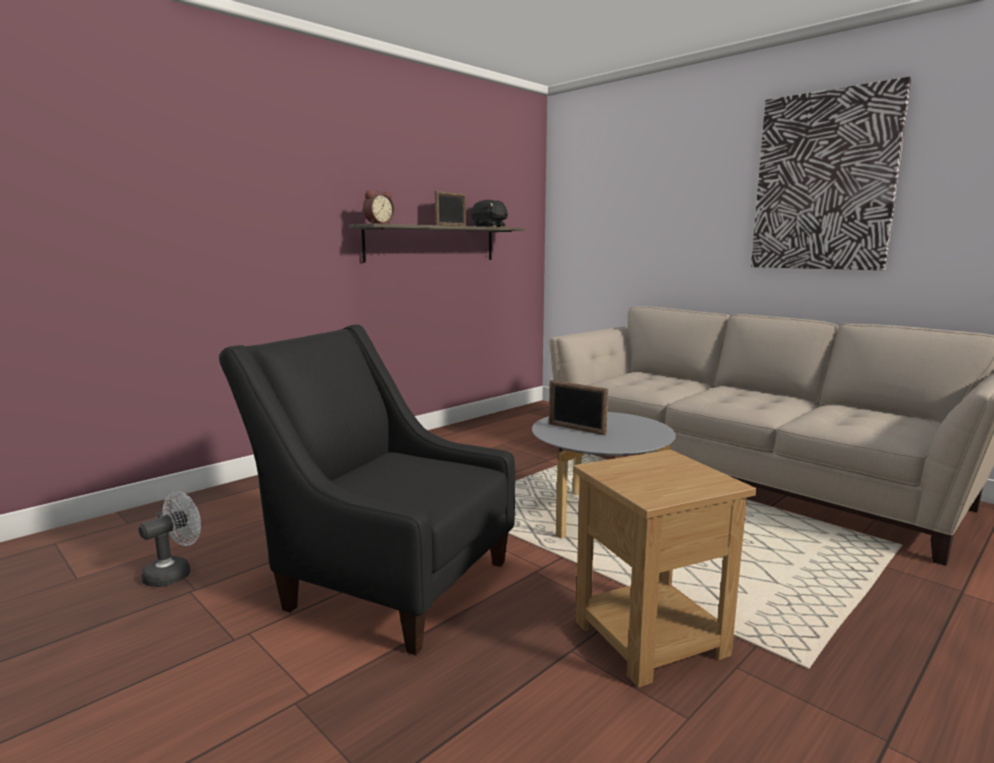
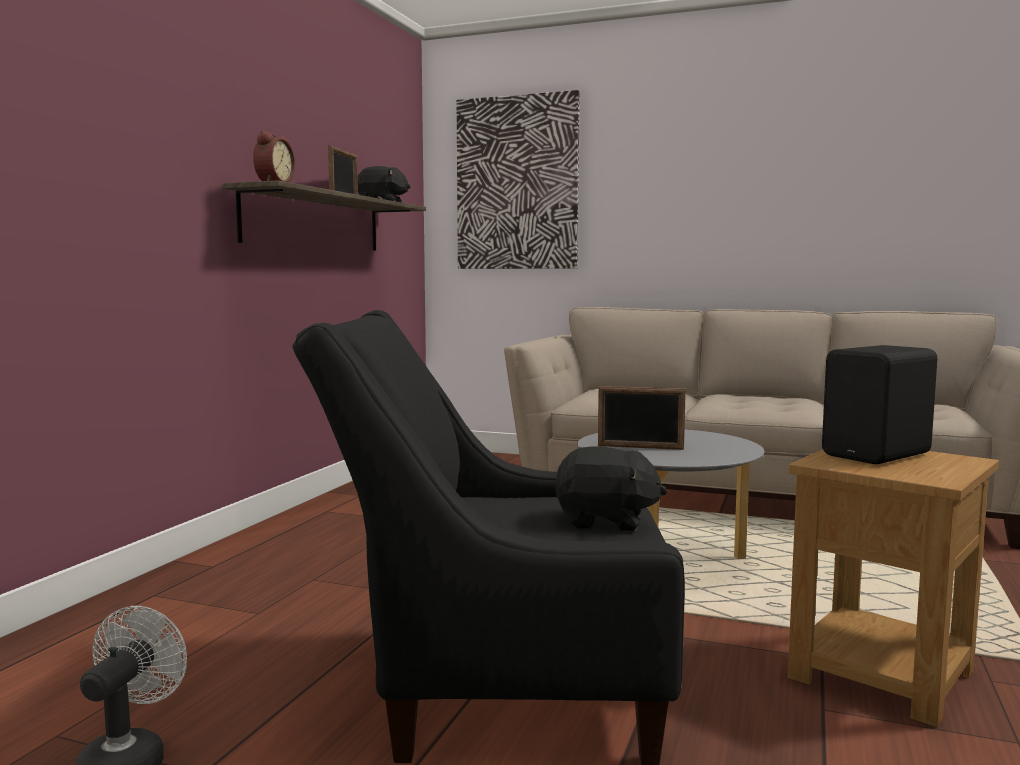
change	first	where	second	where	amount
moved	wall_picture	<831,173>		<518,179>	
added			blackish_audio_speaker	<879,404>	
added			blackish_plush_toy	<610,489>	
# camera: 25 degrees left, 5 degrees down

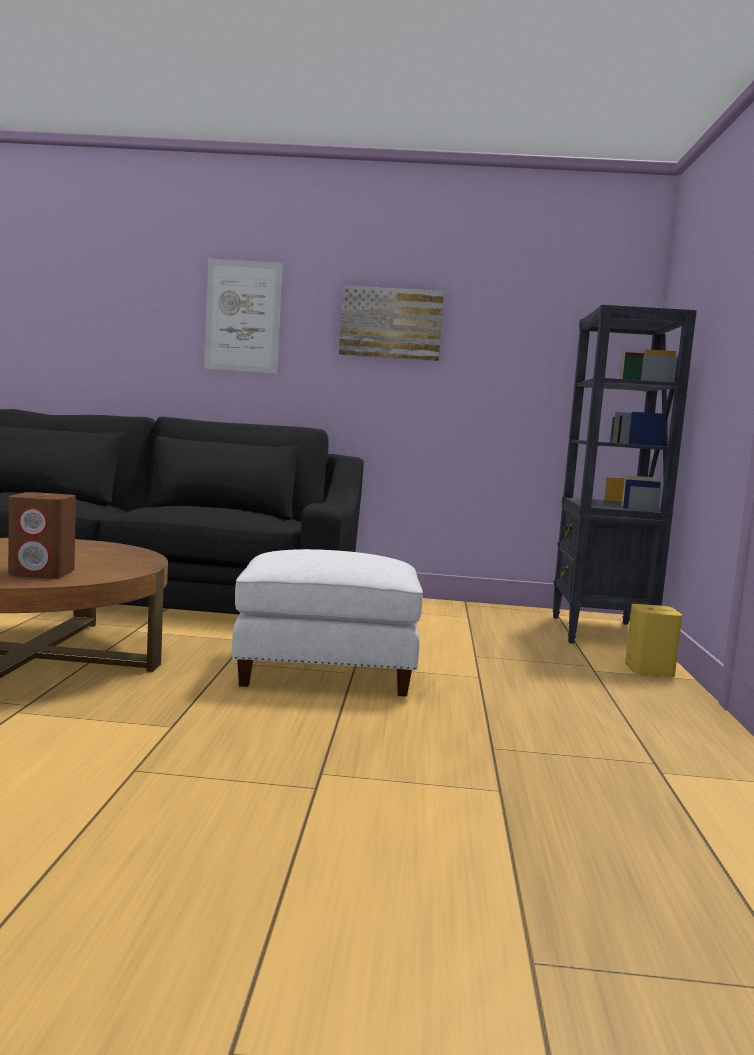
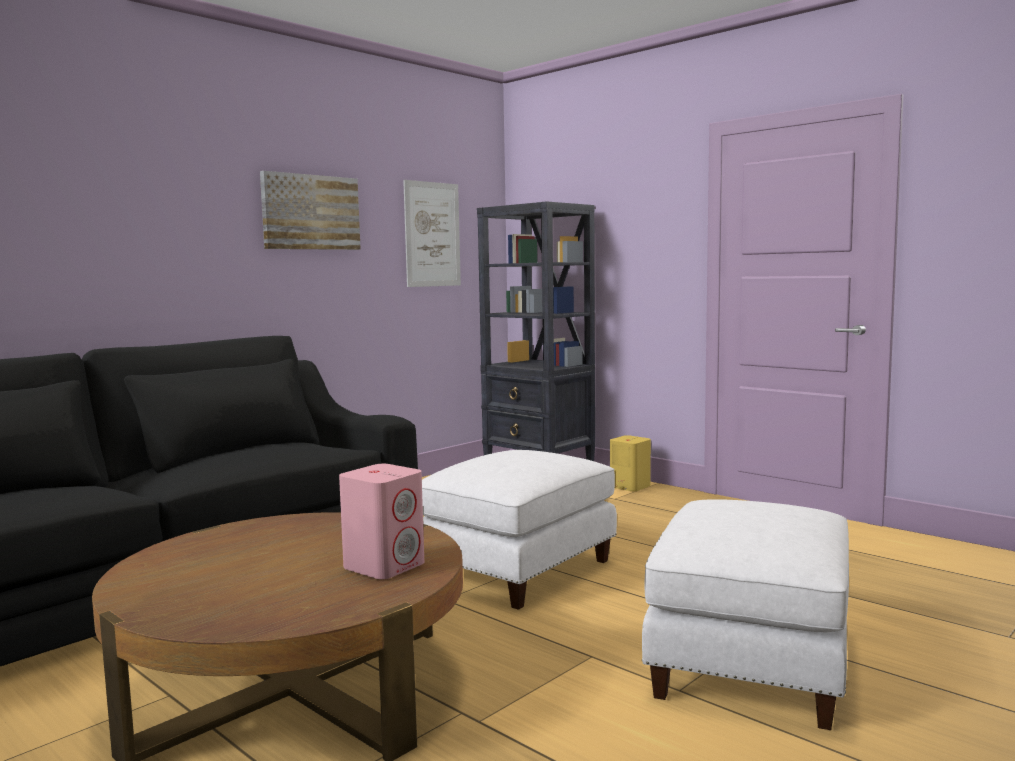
change	first	where	second	where	amount
moved	wall_picture	<243,316>		<432,233>	
recoloured	brown_audio_speaker	<42,535>	pinkish_audio_speaker	<381,521>	
added			white_pouffe	<745,614>	
# camera: 50 degrees left, 0 degrees up

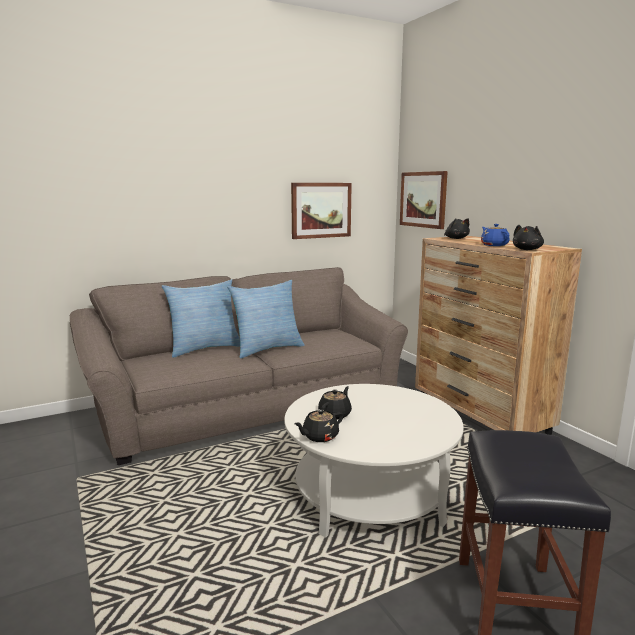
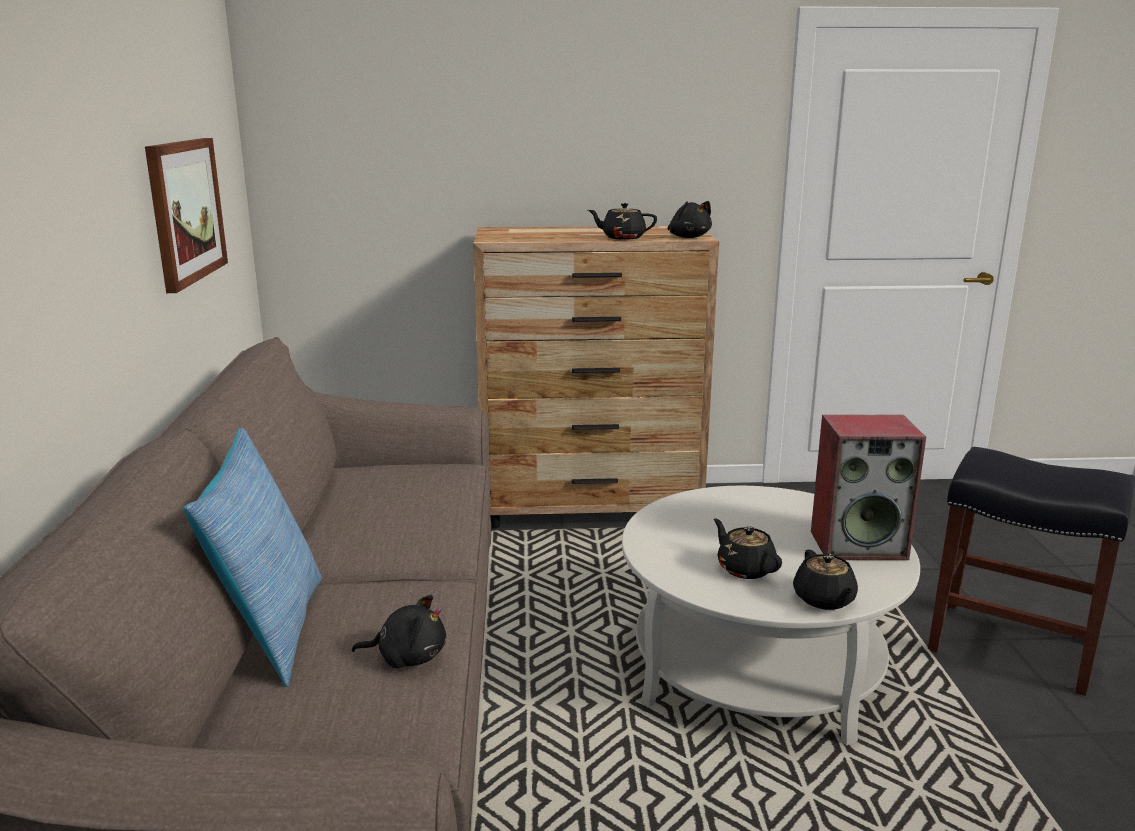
change	first	where	second	where	amount
removed	wall_picture	<424,200>			
moved	blackish_plush_toy	<457,228>		<399,631>	
recoloured	blue_pot_for_tea	<495,235>	blackish_pot_for_tea	<622,221>	
removed	pillow	<266,319>			
added			audio_speaker	<868,487>	
# camera: 65 degrees left, 5 degrees up

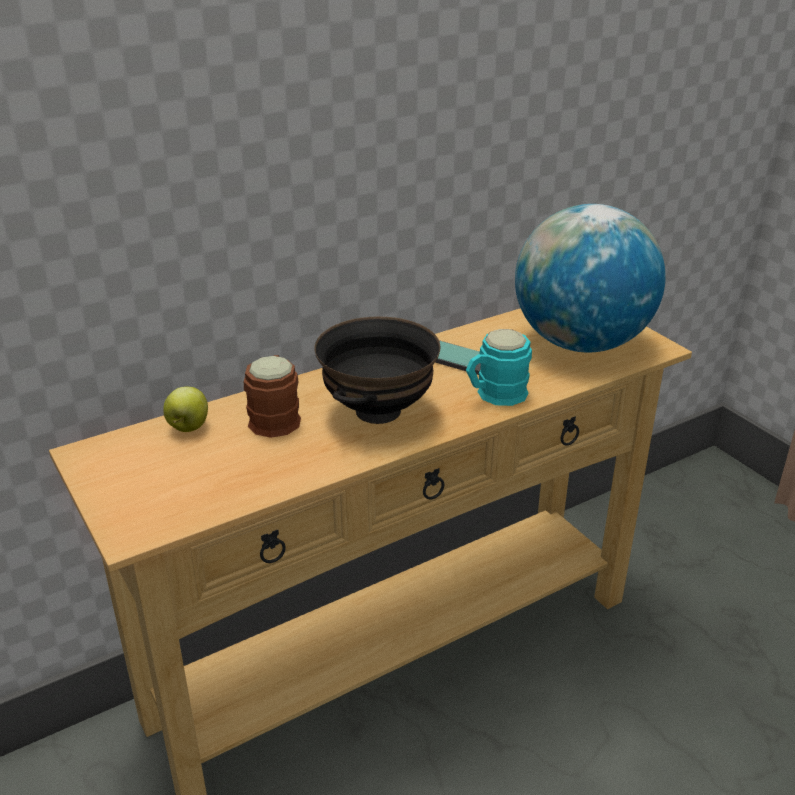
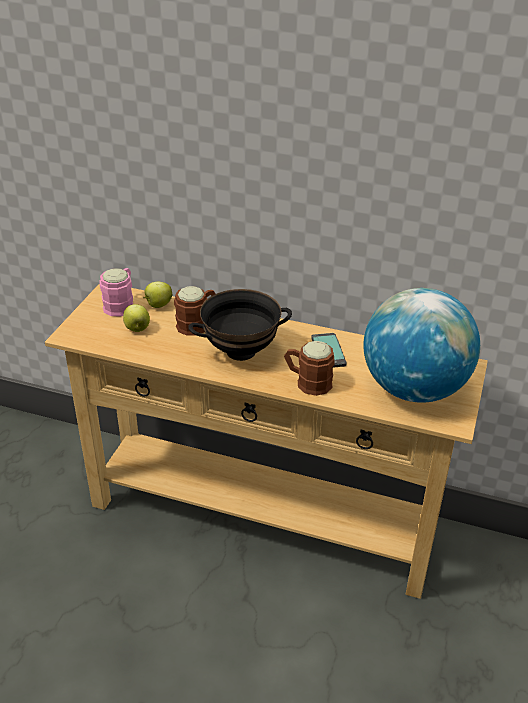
change	first	where	second	where	amount
recoloured	blue-green_coffee_mug	<499,367>	brown_coffee_mug	<309,368>	
added			pinkish_coffee_mug	<116,292>	
added			whole_apple	<136,318>	
# camera: 50 degrees right, 5 degrees up

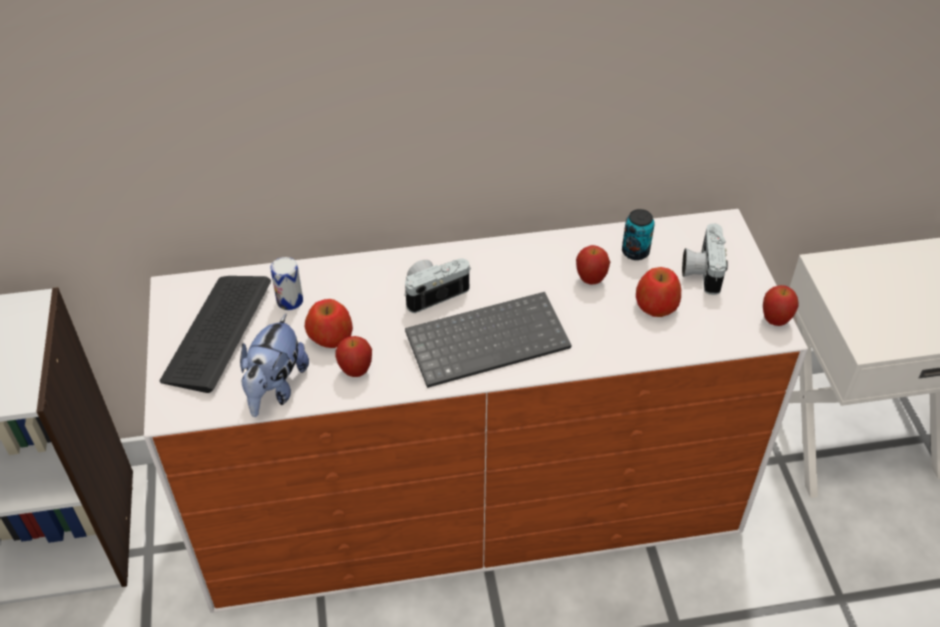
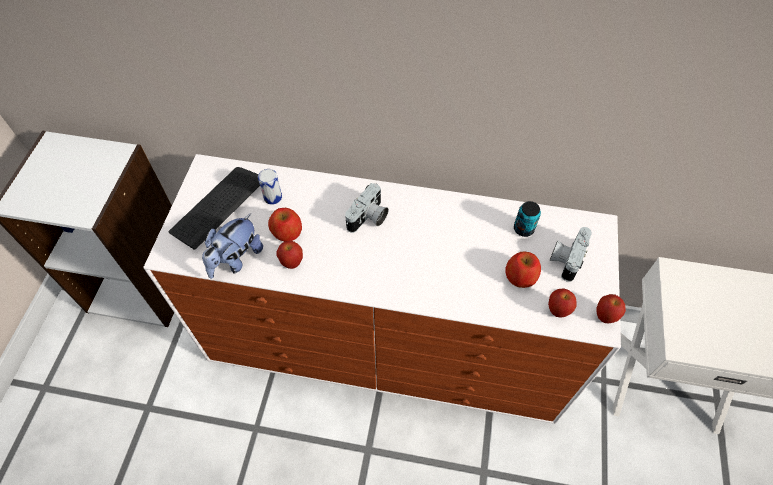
change	first	where	second	where	amount
moved	whole_apple	<593,265>		<562,303>	
turned	still_camera	<437,285>		<367,208>	135 degrees clockwise
removed	PC_keyboard	<488,340>			
# camera: 20 degrees right, 10 degrees up

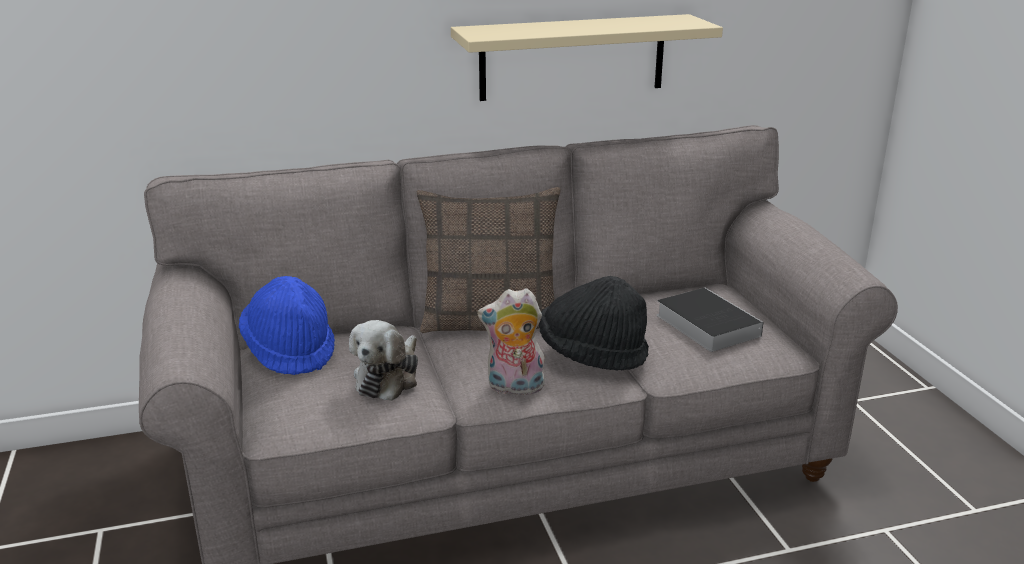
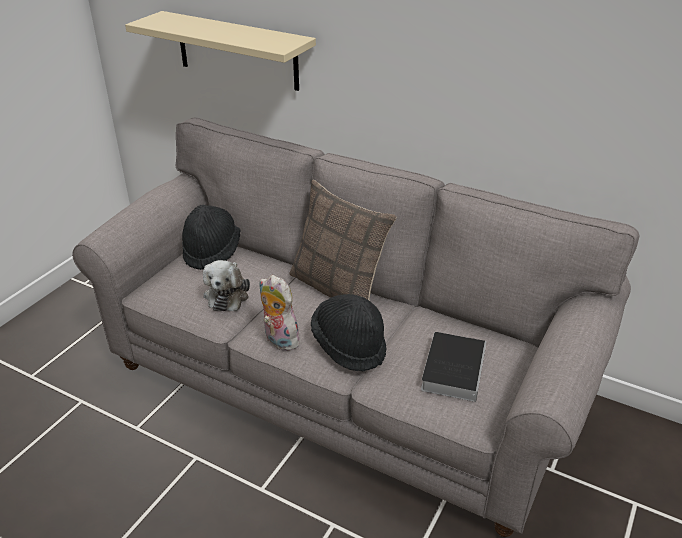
change	first	where	second	where	amount
moved	beige_bracket_shelf	<587,57>		<220,51>	
recoloured	blue_wearable_hat	<287,325>	blackish_wearable_hat	<211,237>	
turned	plush_toy	<383,360>		<226,285>	60 degrees counterclockwise
# camera: 45 degrees right, 10 degrees up

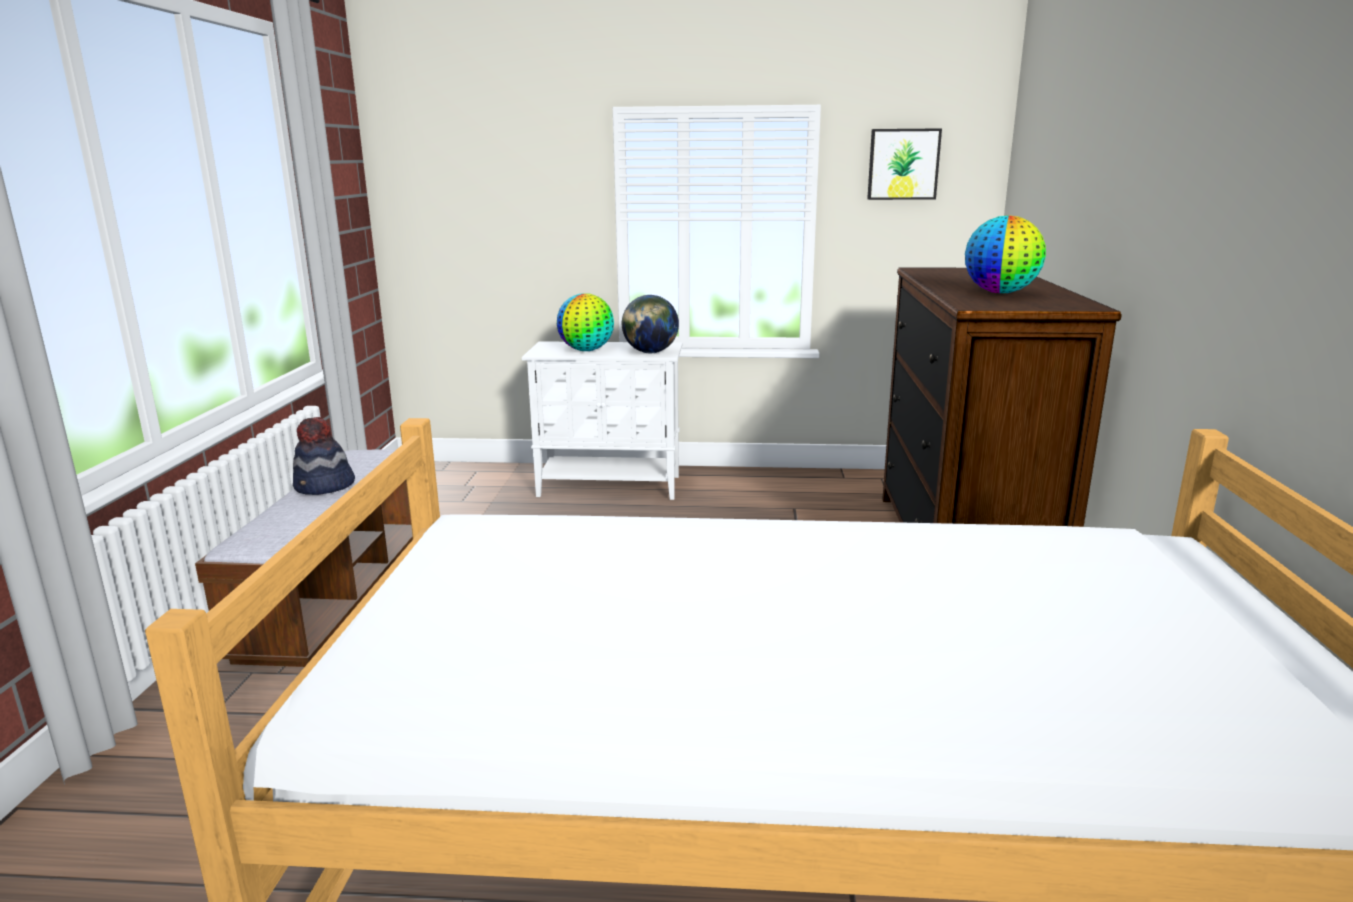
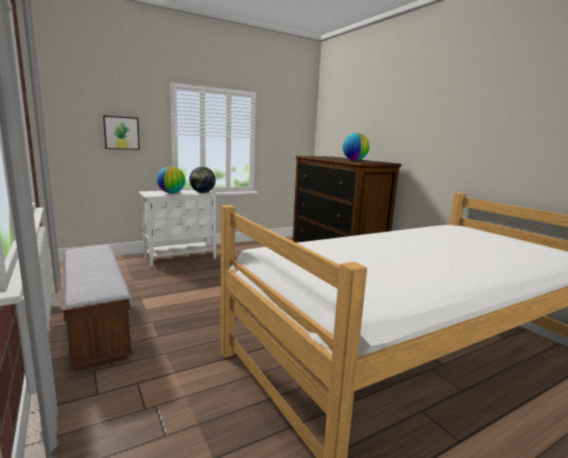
change	first	where	second	where	amount
moved	wall_picture	<904,164>		<121,133>	
removed	wearable_hat	<324,456>			
# camera: 35 degrees left, 5 degrees down

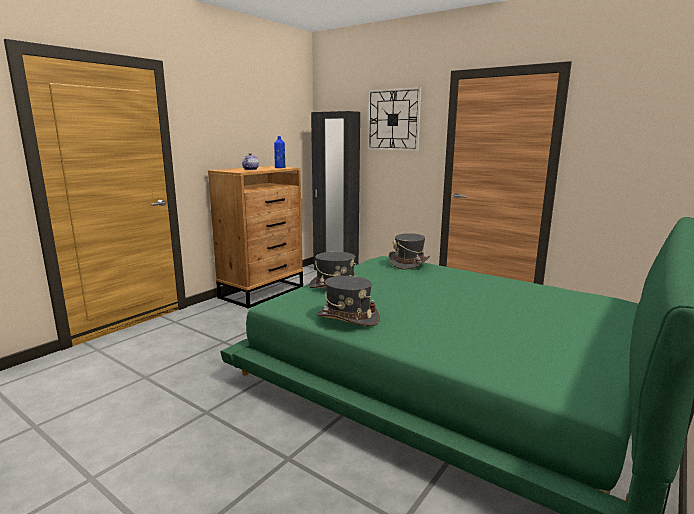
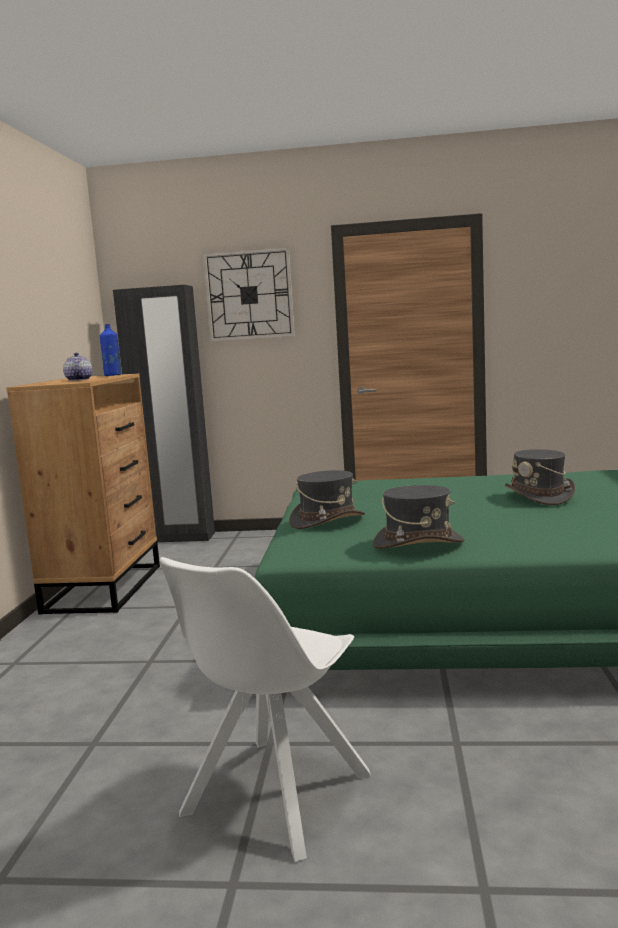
change	first	where	second	where	amount
moved	gray_wearable_hat	<409,251>		<540,477>	
added			white_plain_chair	<265,709>	
# camera: 30 degrees left, 5 degrees down

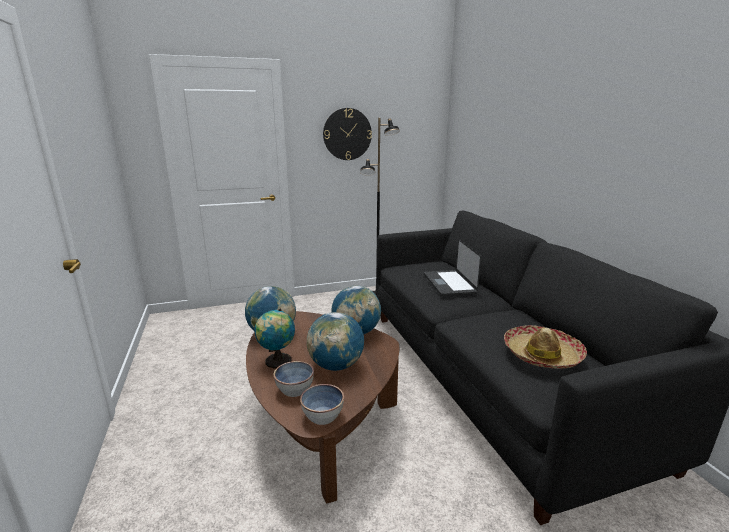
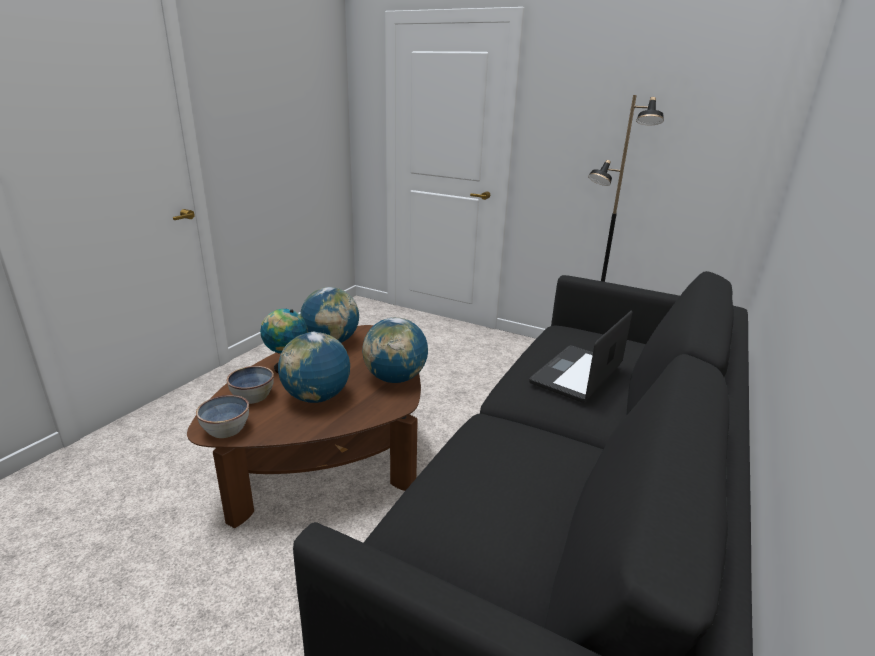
change	first	where	second	where	amount
removed	hanging_clock	<347,134>			
removed	wearable_hat	<545,347>			
# camera: 45 degrees right, 5 degrees up

